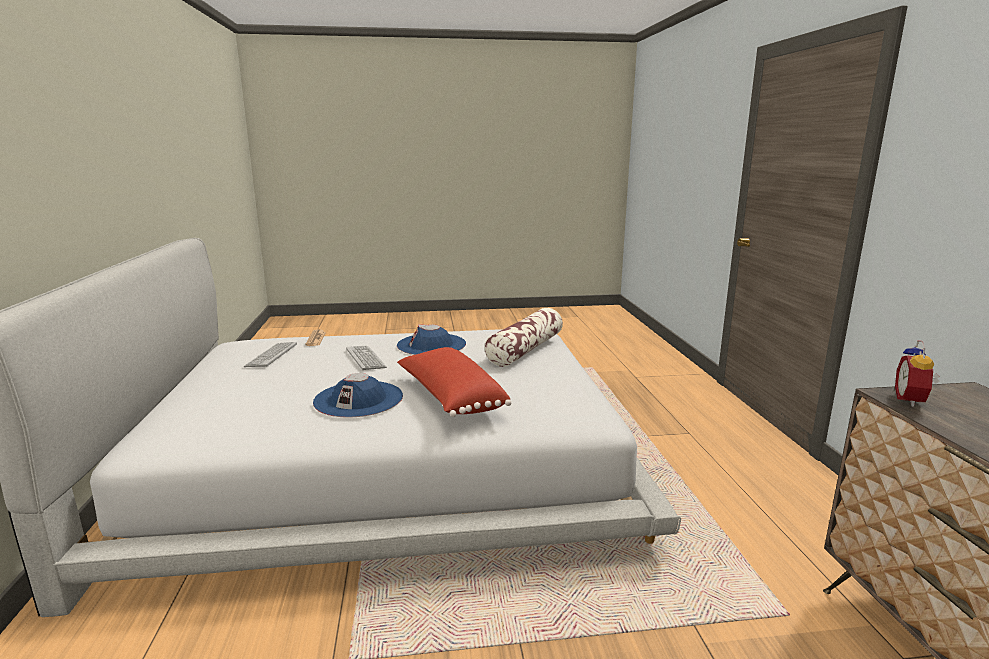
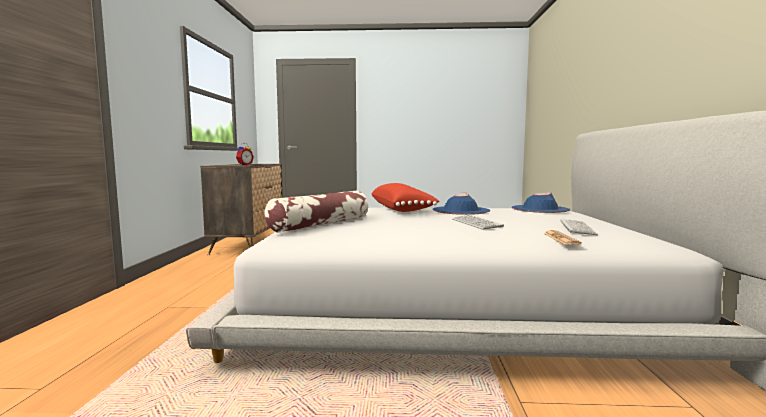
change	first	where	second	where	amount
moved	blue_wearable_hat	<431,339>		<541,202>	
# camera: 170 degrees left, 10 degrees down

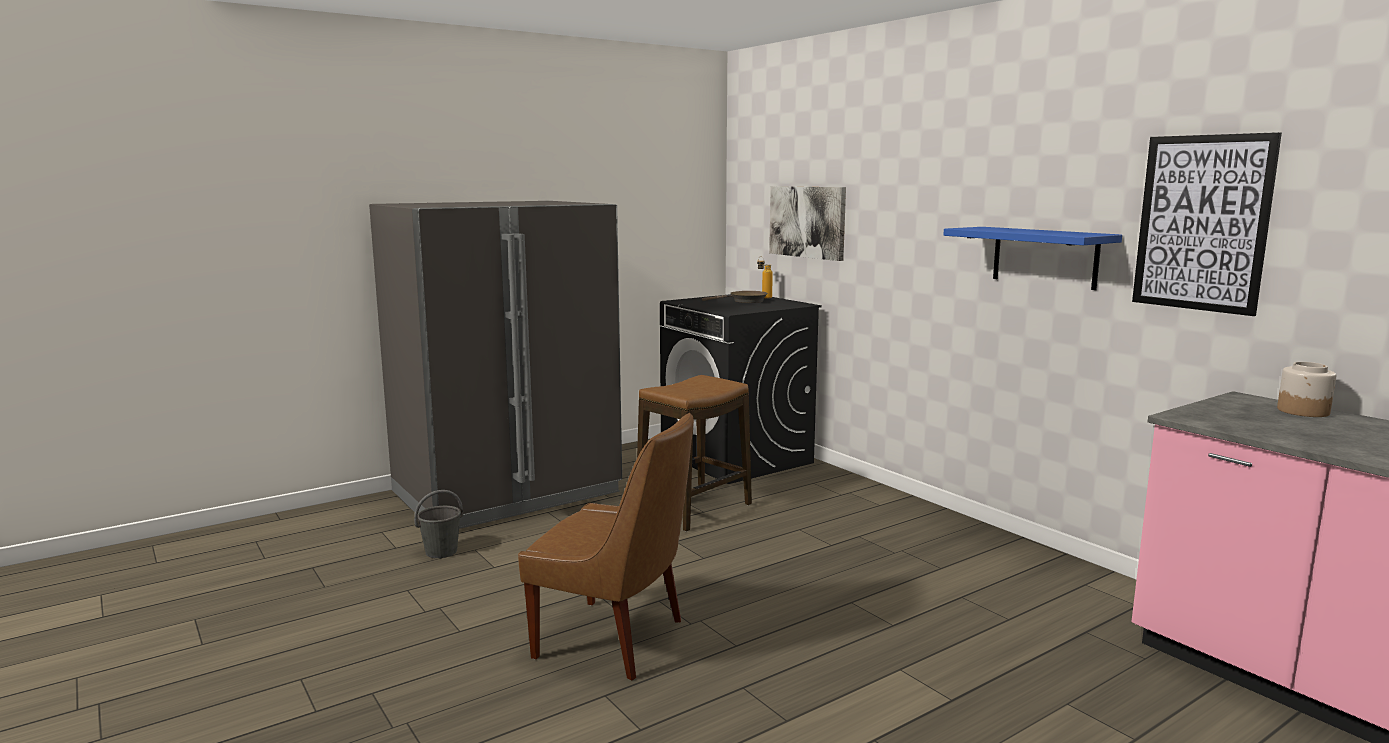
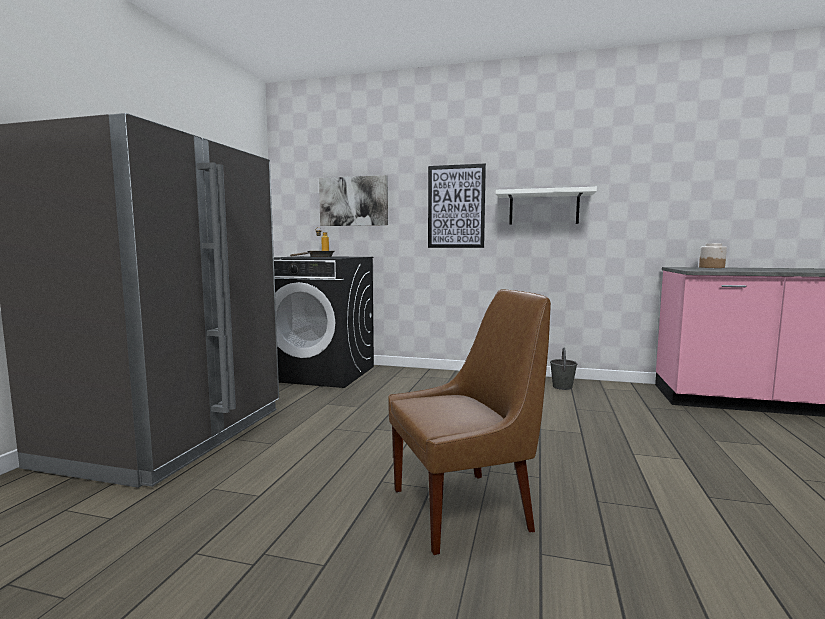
change	first	where	second	where	amount
moved	wall_picture	<1207,224>		<457,205>	
recoloured	blue_bracket_shelf	<1032,258>	white_bracket_shelf	<546,206>	
removed	stool	<694,453>			
moved	gray_water_bucket	<438,524>		<563,369>	
# camera: 40 degrees left, 5 degrees down

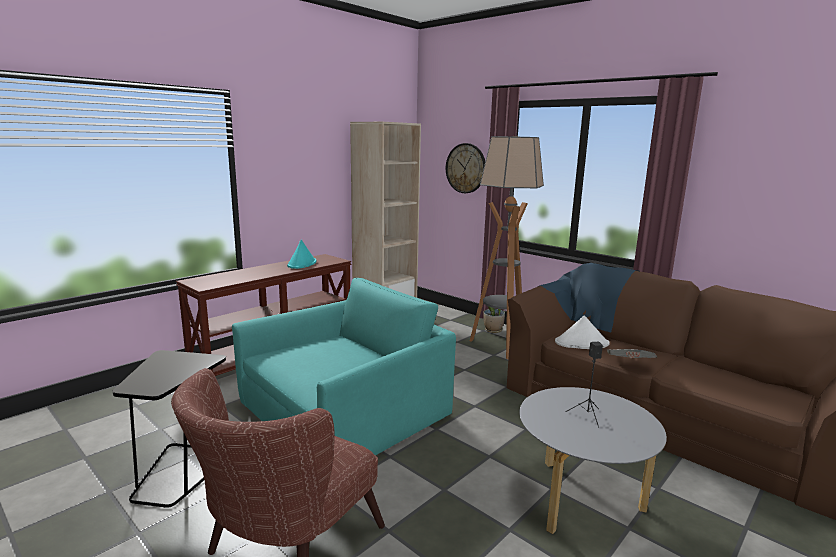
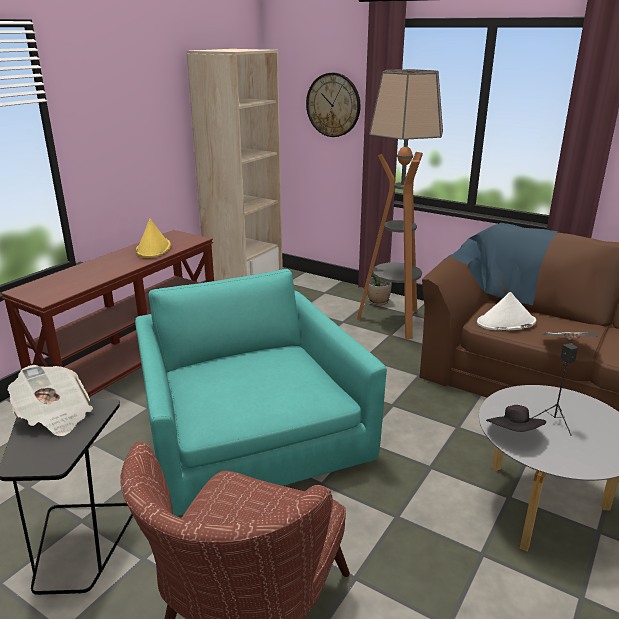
change	first	where	second	where	amount
recoloured	blue-green_wearable_hat	<302,254>	yellow_wearable_hat	<153,238>	
turned	blue-green_easy_chair	<344,367>		<261,392>	60 degrees counterclockwise
added			daily_paper	<50,400>	
added			blackish_wearable_hat	<516,418>	
# camera: 10 degrees left, 10 degrees up

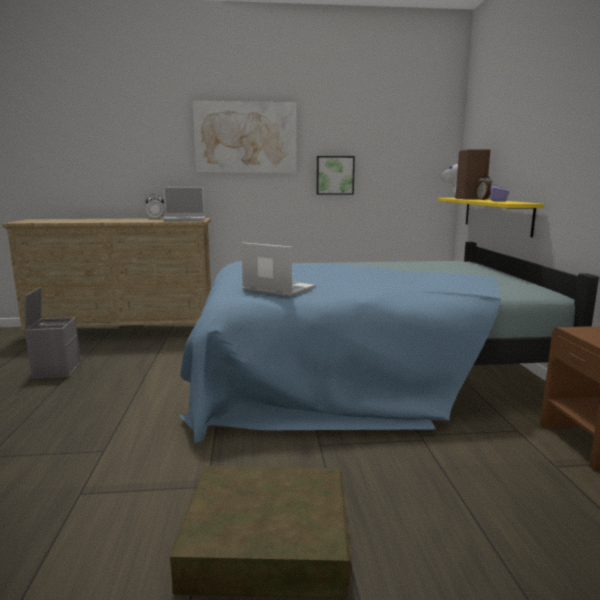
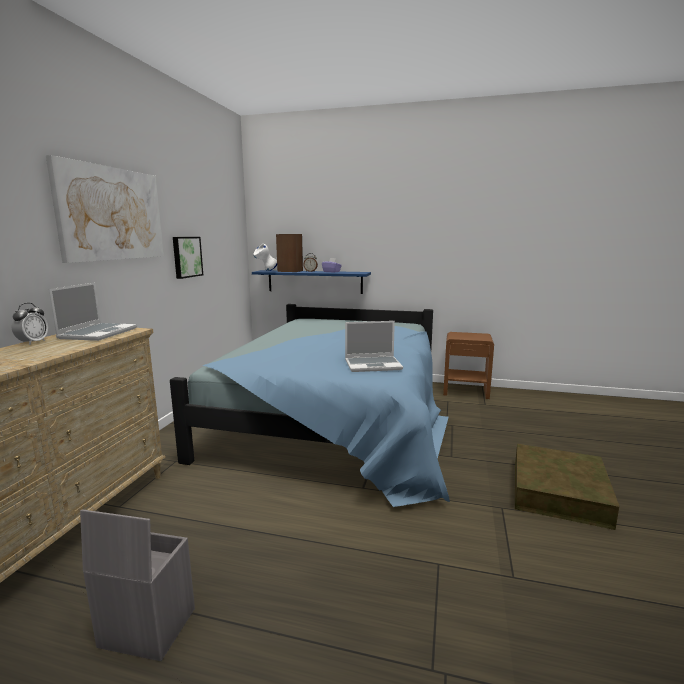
change	first	where	second	where	amount
recoloured	yellow_bracket_shelf	<491,217>	blue_bracket_shelf	<311,282>	
turned	laptop	<278,269>		<374,346>	150 degrees counterclockwise
# camera: 70 degrees left, 0 degrees up

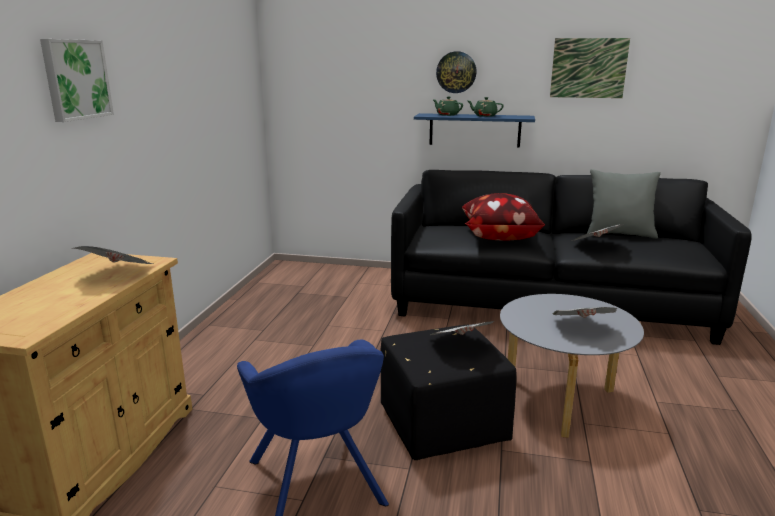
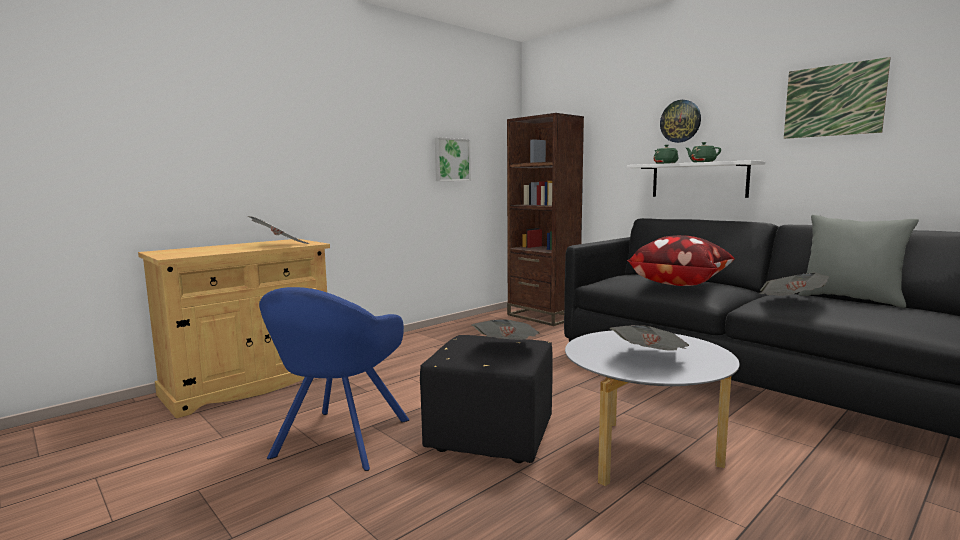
change	first	where	second	where	amount
moved	wall_picture	<77,80>		<453,159>	
recoloured	blue_bracket_shelf	<474,130>	white_bracket_shelf	<696,179>	
added			brown_bookshelf	<545,219>	
# camera: 35 degrees right, 10 degrees down

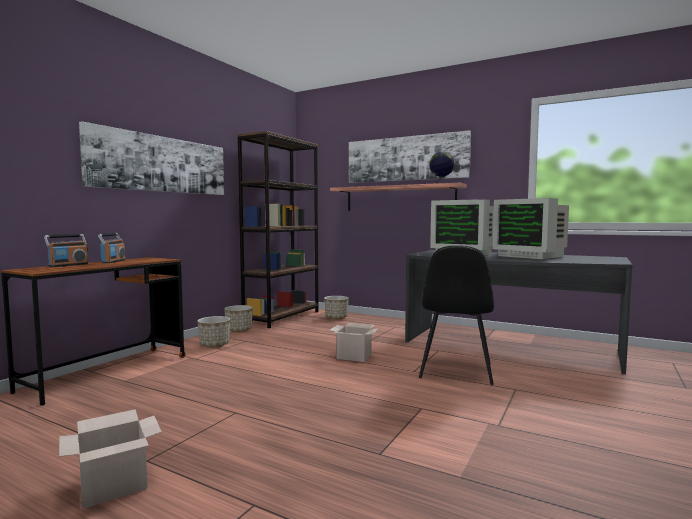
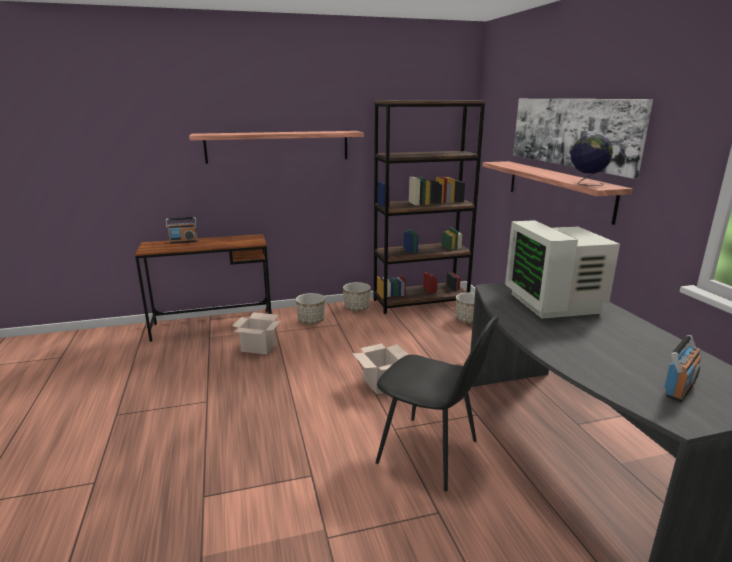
change	first	where	second	where	amount
replaced	wall_picture	<151,158>	bracket_shelf	<276,147>	
removed	computer_screen	<530,228>			
moved	radio_set	<112,248>		<682,368>	
turned	blackish_plain_chair	<456,315>		<437,403>	120 degrees counterclockwise
moved	cardboard_box	<110,458>		<256,333>	
# camera: 45 degrees right, 15 degrees up

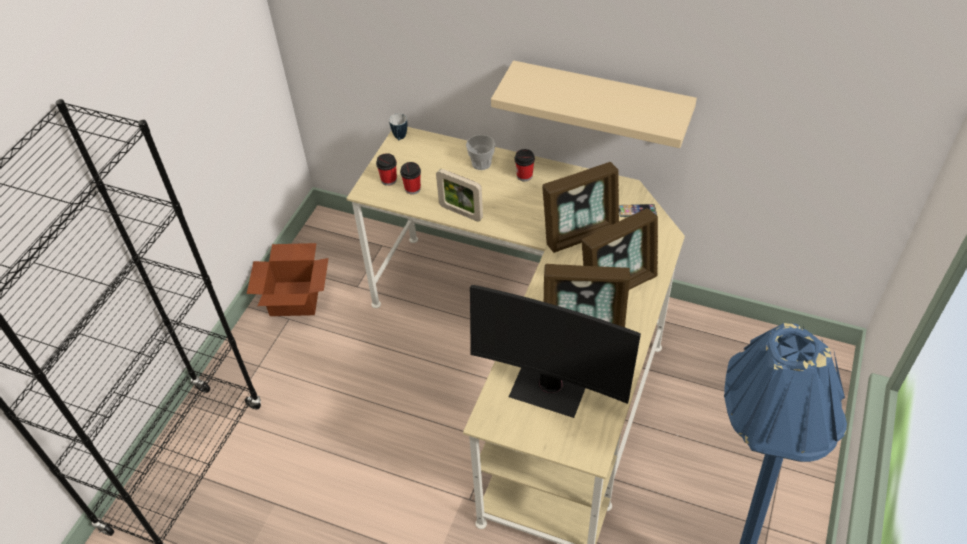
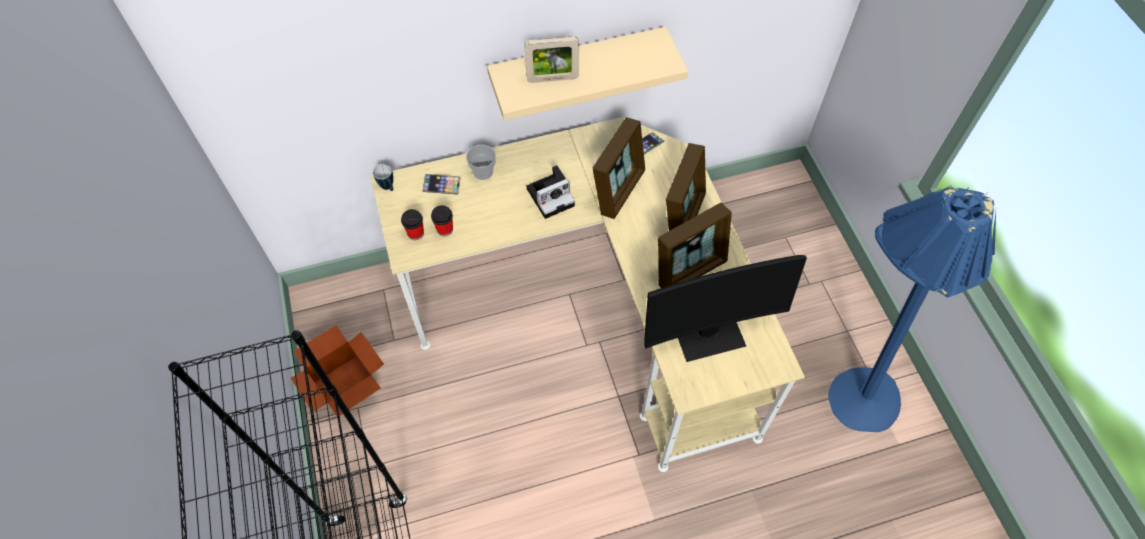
change	first	where	second	where	amount
removed	cup	<524,165>			
moved	standing_frame	<459,195>		<551,59>	
added			still_camera	<550,192>	
added			telephone	<442,184>	
# camera: 40 degrees left, 10 degrees up

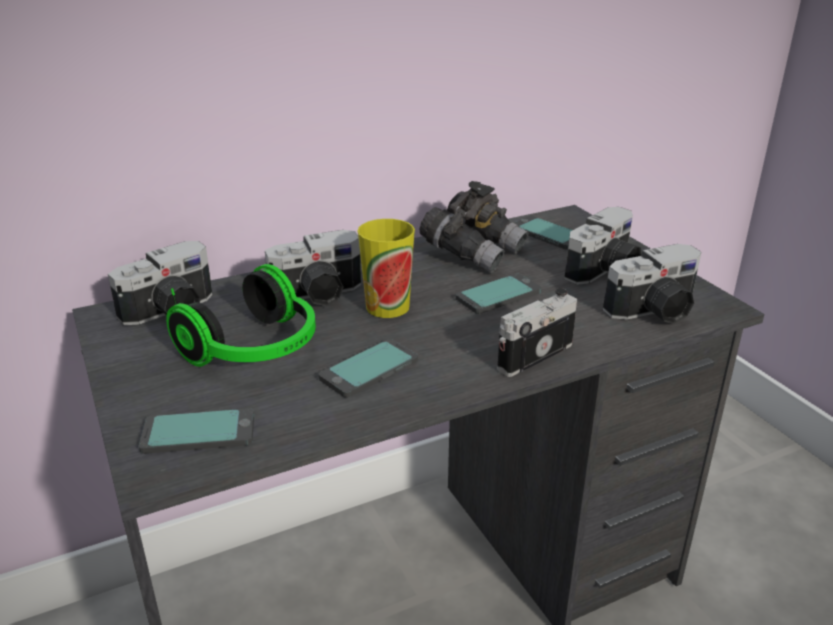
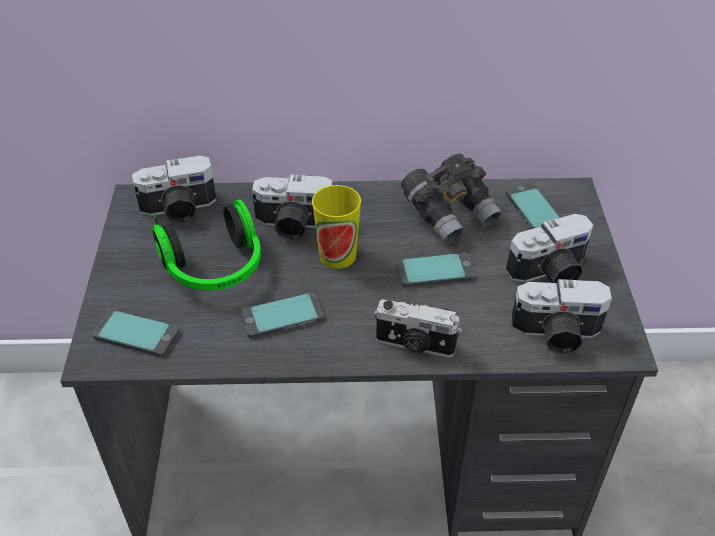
change	first	where	second	where	amount
turned	still_camera	<537,332>		<418,328>	150 degrees counterclockwise
# camera: 25 degrees right, 15 degrees up

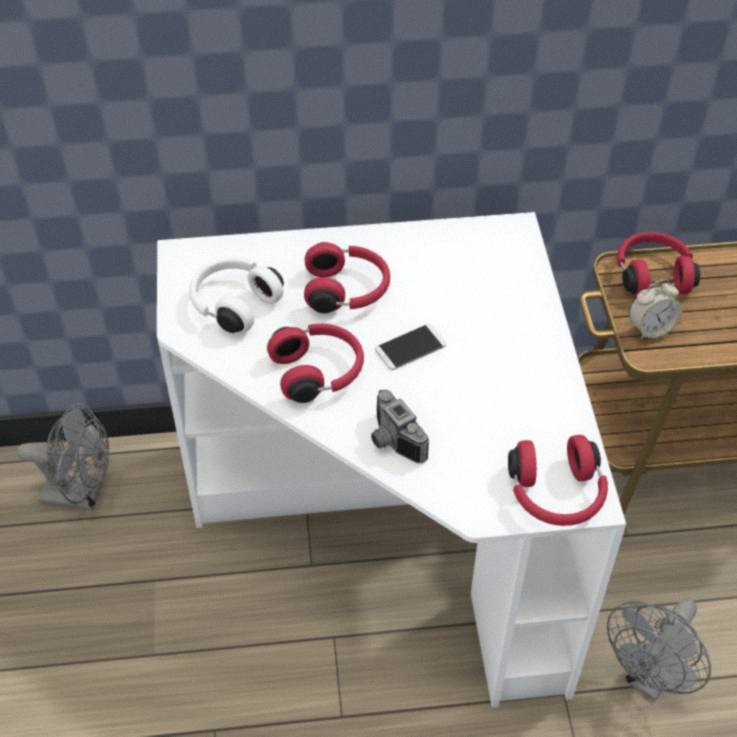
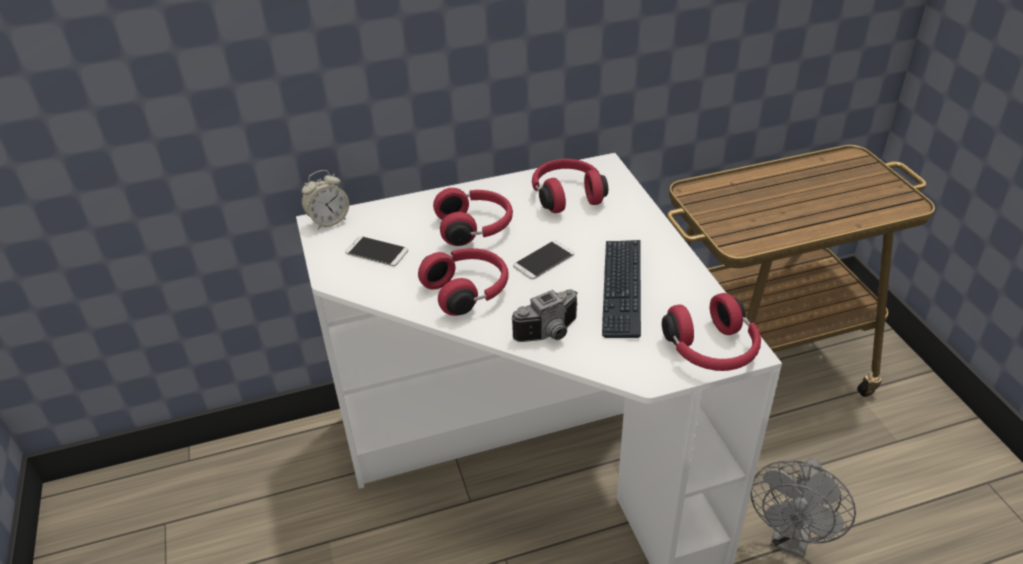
change	first	where	second	where	amount
moved	reddish_pair_of_headphones	<658,264>		<570,186>	
replaced	white_pair_of_headphones	<236,295>	telephone	<376,251>	
moved	alarm_clock	<655,309>		<325,200>	
turned	still_camera	<400,426>		<544,315>	75 degrees counterclockwise
removed	gray_fan	<63,457>			
added			PC_keyboard	<621,289>	
# camera: 10 degrees left, 10 degrees down

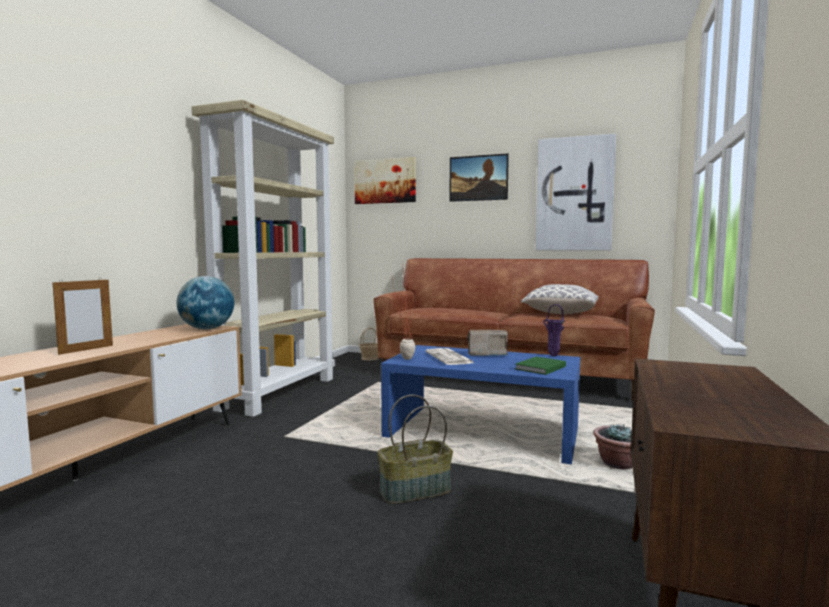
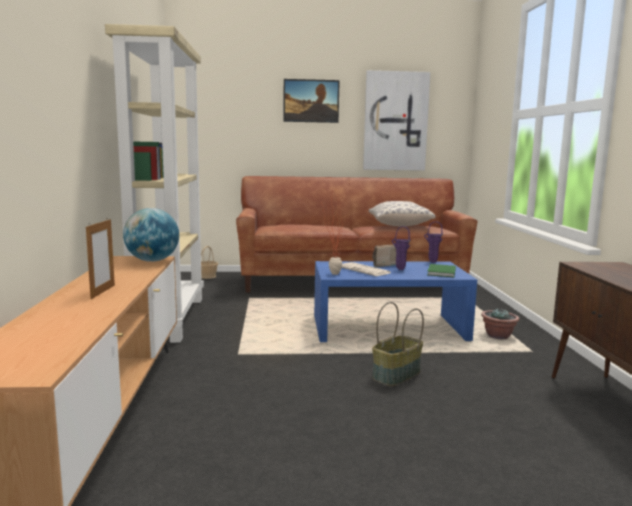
change	first	where	second	where	amount
removed	wall_picture	<385,180>			
added			purple_flower_vase	<401,248>	
# camera: 25 degrees left, 5 degrees up

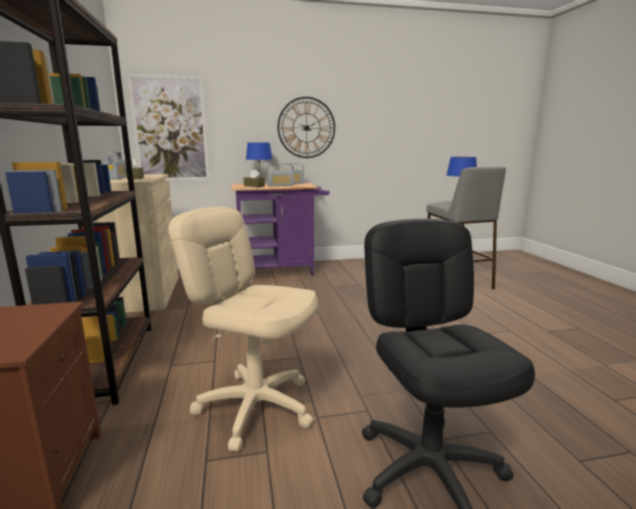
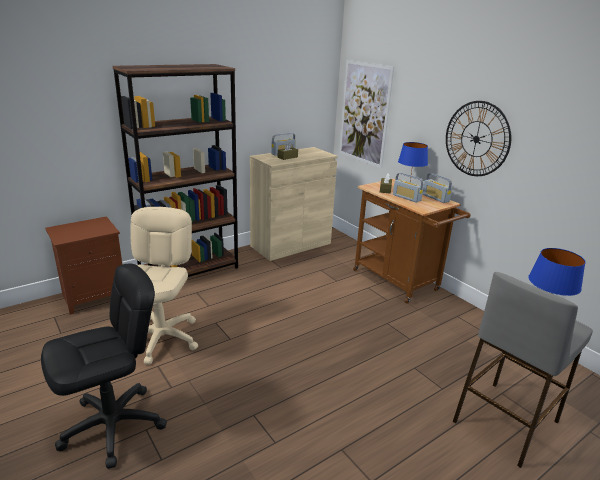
change	first	where	second	where	amount
recoloured	purple_trolley	<280,229>	brown_trolley	<411,241>	
# camera: 65 degrees right, 10 degrees up

